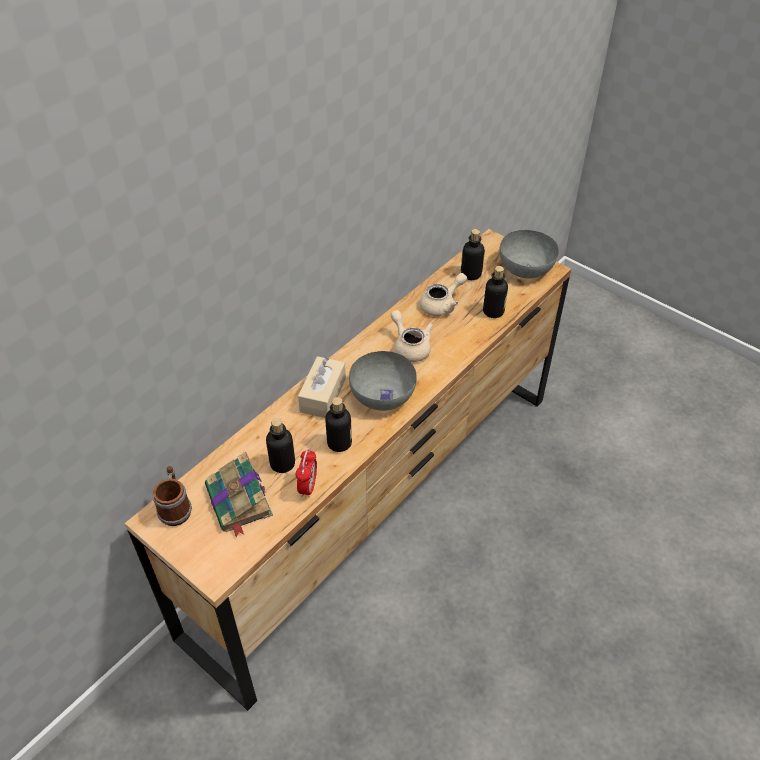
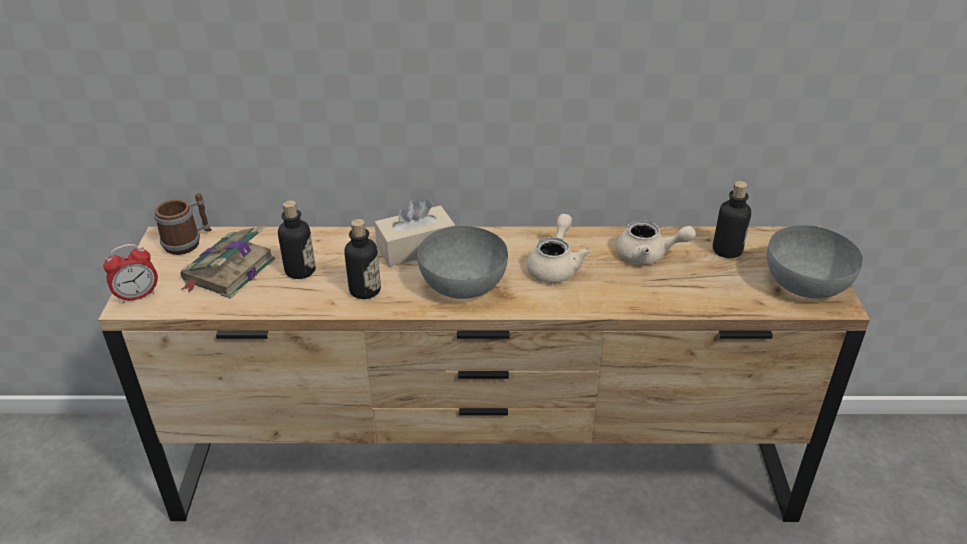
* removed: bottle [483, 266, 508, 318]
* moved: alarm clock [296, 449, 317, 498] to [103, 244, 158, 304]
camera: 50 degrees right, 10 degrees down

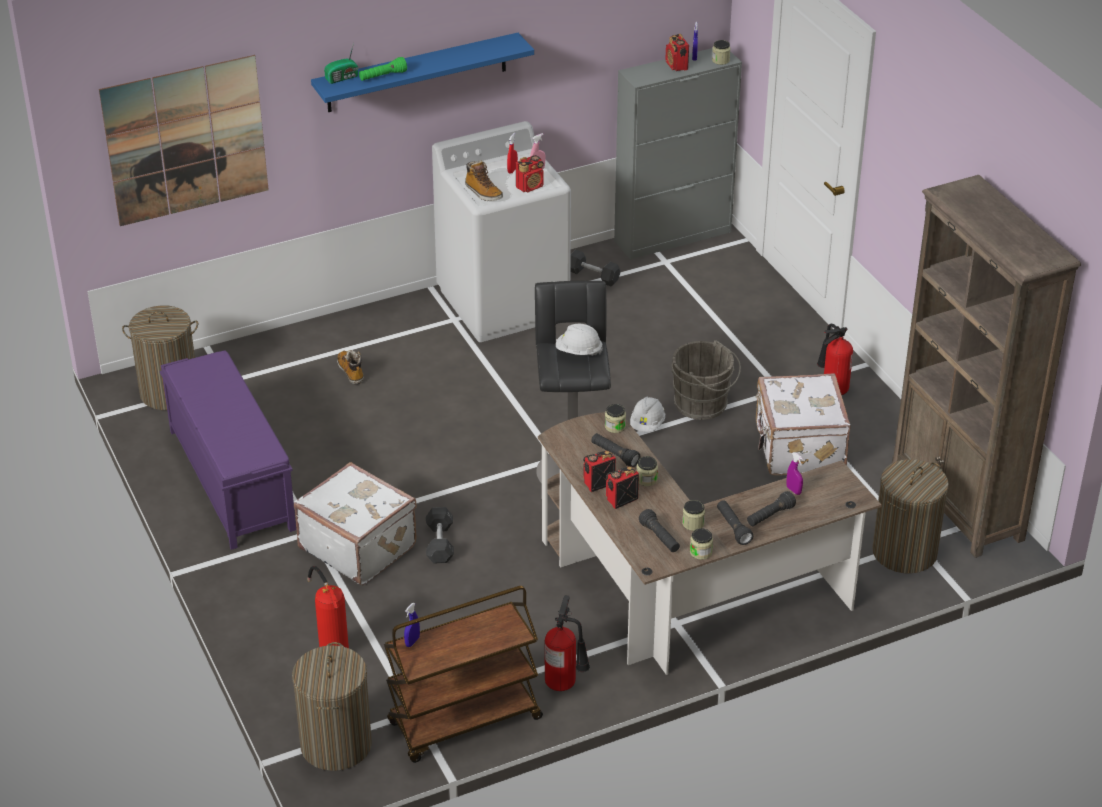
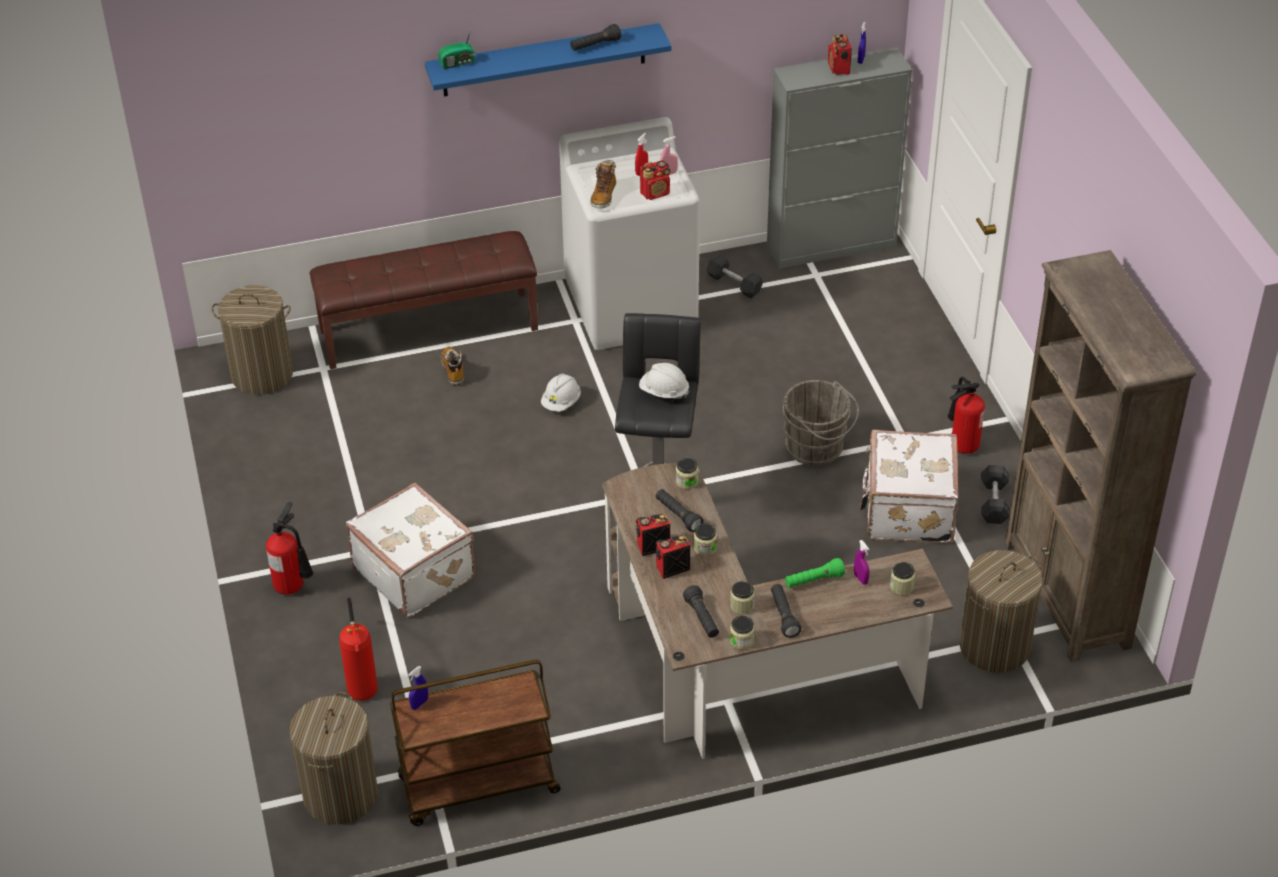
* moved: jar [712, 40, 731, 65] to [890, 562, 915, 595]
* removed: picture [99, 55, 269, 226]
* moved: green flashlight [359, 57, 407, 81] to [785, 558, 845, 588]
* turned: boot [465, 160, 503, 201] = [590, 160, 616, 209] 45 degrees clockwise
* removed: purple bench [160, 350, 296, 550]
* moved: white hard hat [630, 397, 665, 432] to [541, 374, 581, 412]
* moved: black flashlight [747, 491, 796, 526] to [570, 24, 621, 51]
* moved: grey dumbbell [426, 507, 454, 563] to [981, 465, 1010, 524]
* moved: fire extinguisher [545, 595, 590, 691] to [266, 502, 313, 595]
* added: brown bench [310, 231, 538, 369]
camera: 10 degrees right, 5 degrees up

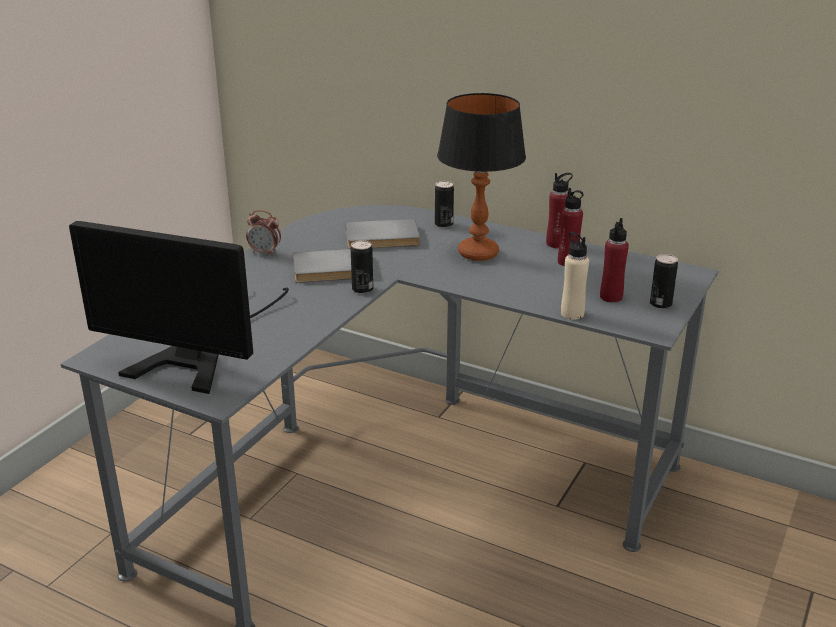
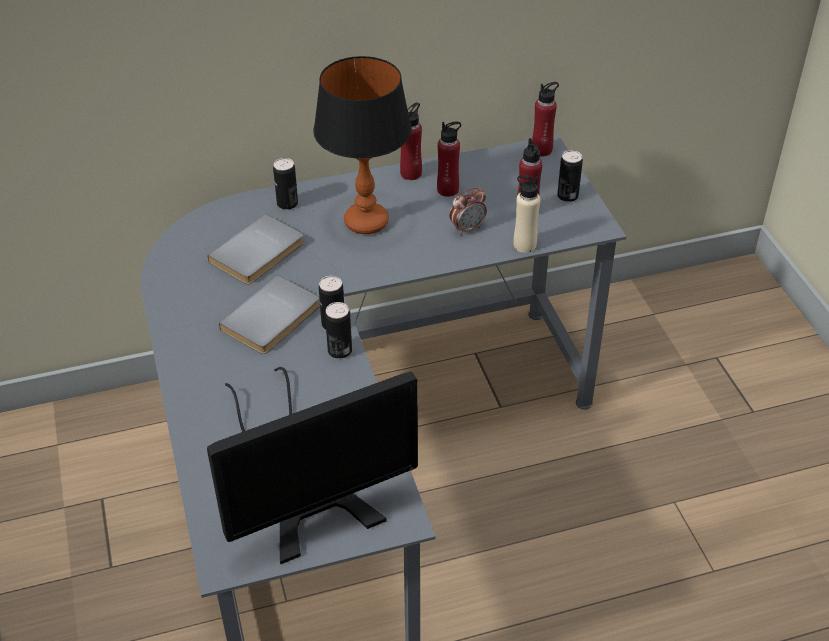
* moved: alarm clock [246, 210, 281, 256] to [449, 187, 487, 235]
* added: red bottle [532, 82, 559, 156]
* added: can [325, 302, 352, 359]
camera: 45 degrees left, 15 degrees up

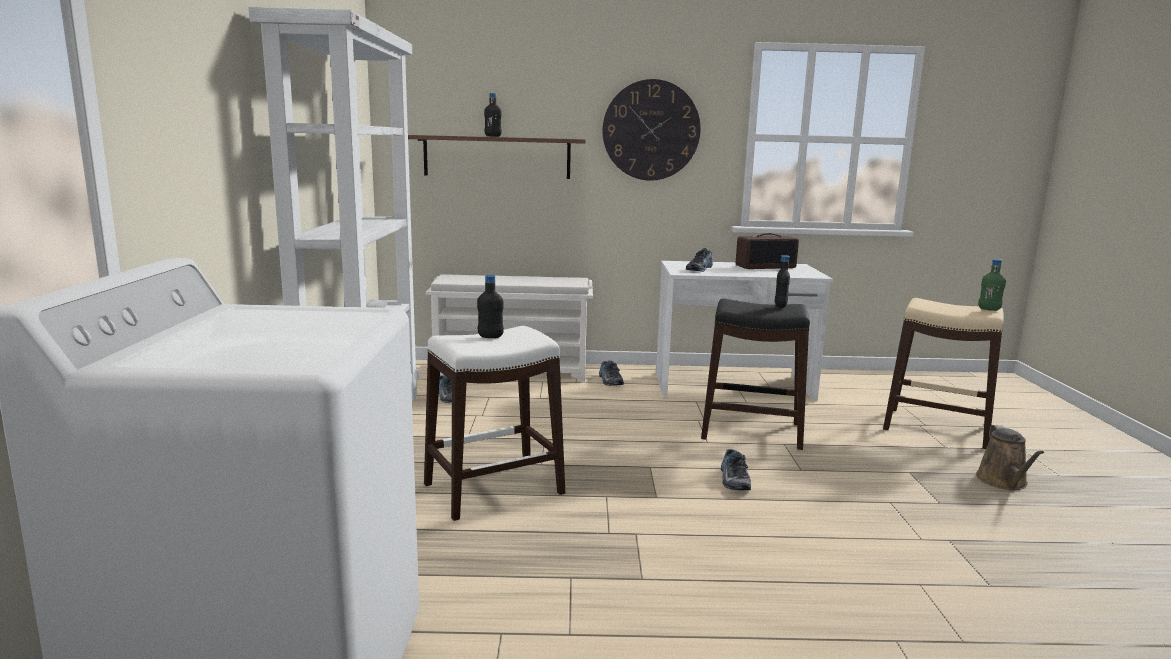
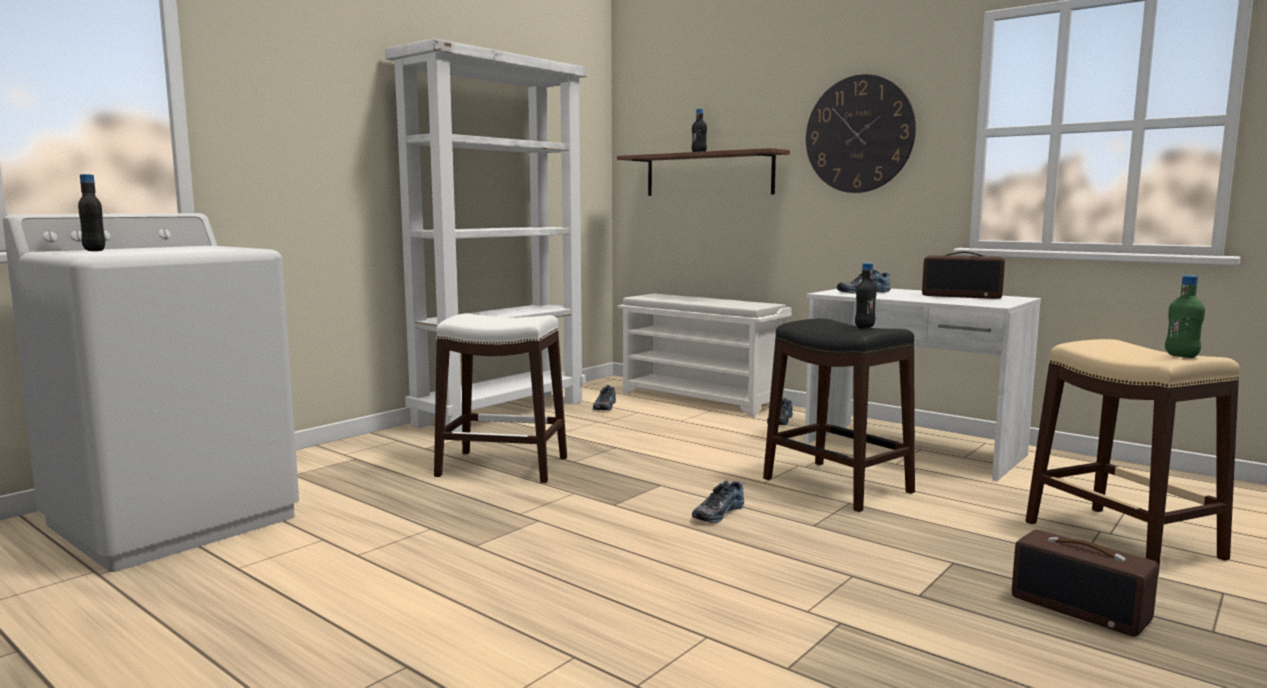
* moved: black bottle [477, 275, 504, 338] to [78, 174, 105, 251]
* replaced: brown watering can [976, 425, 1044, 490] to radio [1012, 530, 1159, 636]
camera: 40 degrees right, 5 degrees down

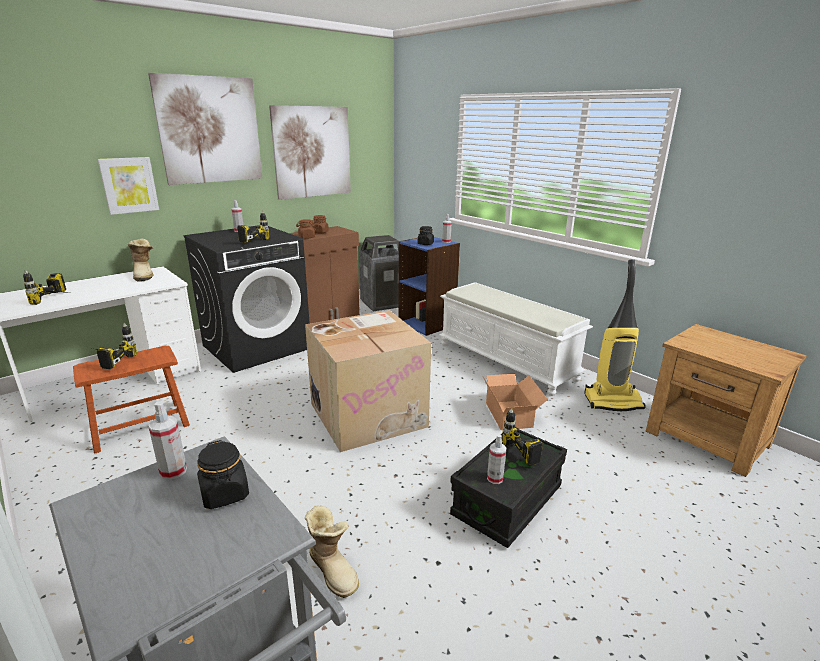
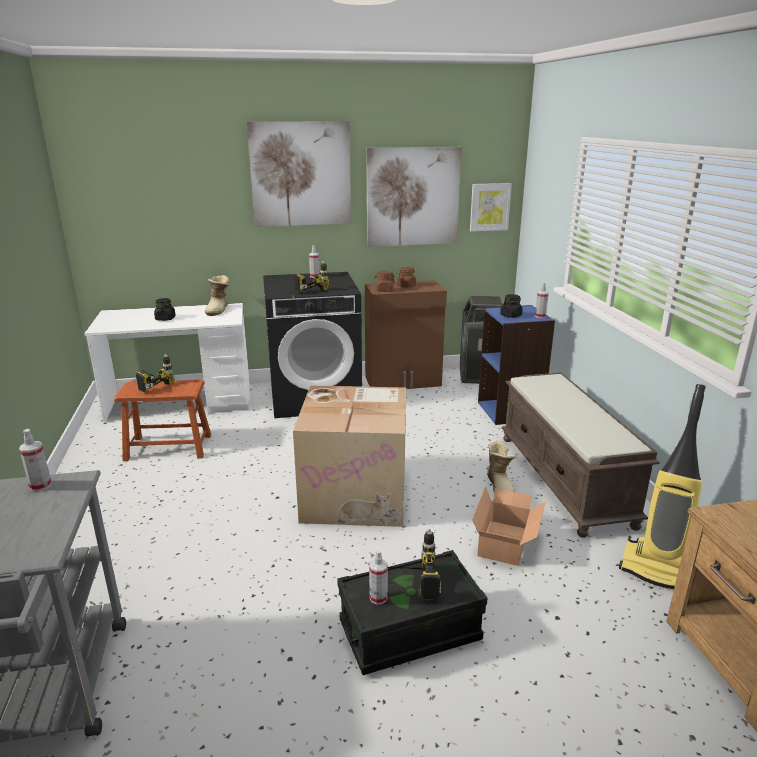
* moved: picture [98, 157, 159, 215] to [470, 183, 512, 231]
* removed: power drill [23, 270, 72, 305]
* recoloured: white bench [439, 282, 593, 396] to brown bench [501, 372, 660, 538]
* moved: black jar [197, 440, 249, 509] to [154, 298, 176, 321]
* moved: boot [305, 506, 359, 598] to [487, 441, 517, 492]
camera: 30 degrees right, 0 degrees up

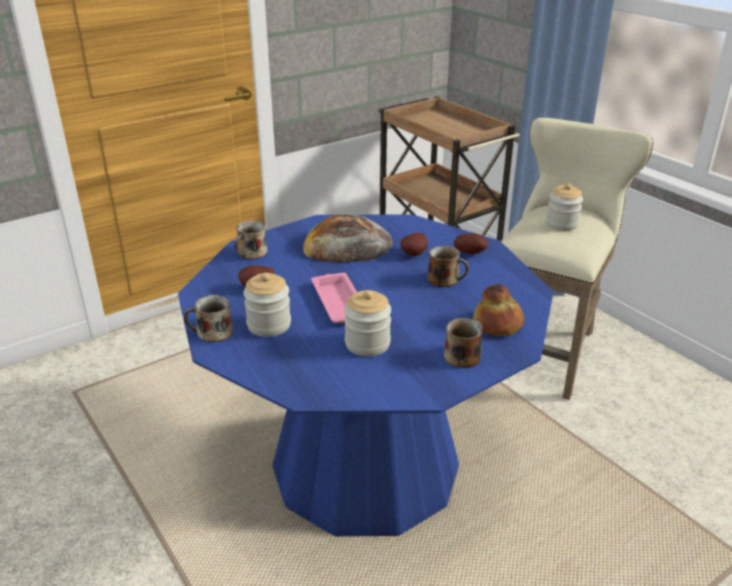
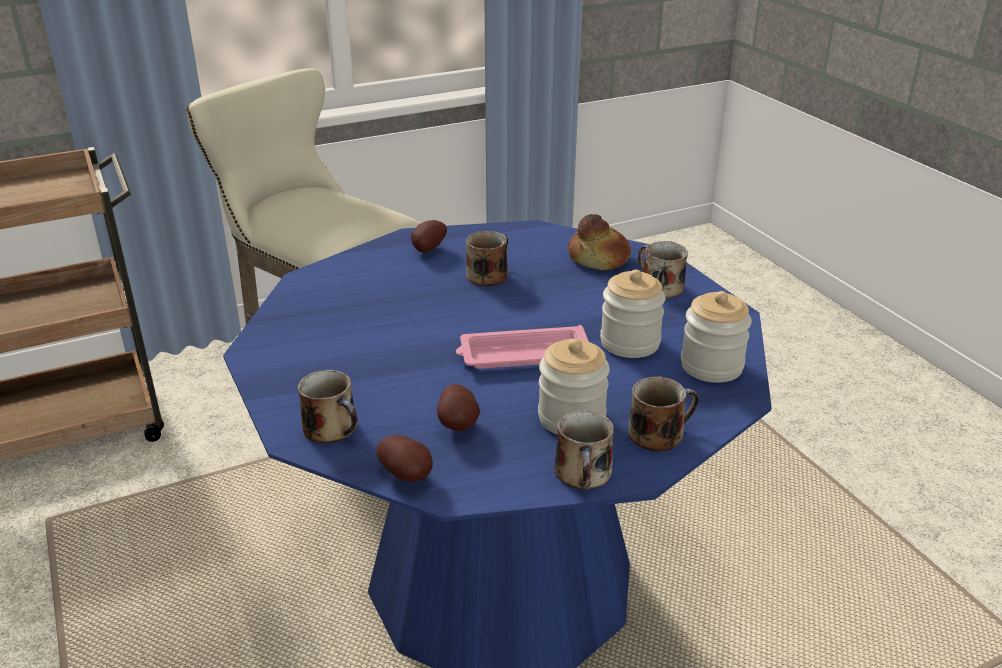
* moved: jar [546, 183, 583, 231] to [681, 291, 752, 383]
* removed: bread [303, 214, 393, 263]
* moved: potato [400, 233, 428, 256] to [376, 435, 433, 482]
* added: mug [628, 376, 699, 451]
camera: 80 degrees left, 0 degrees up

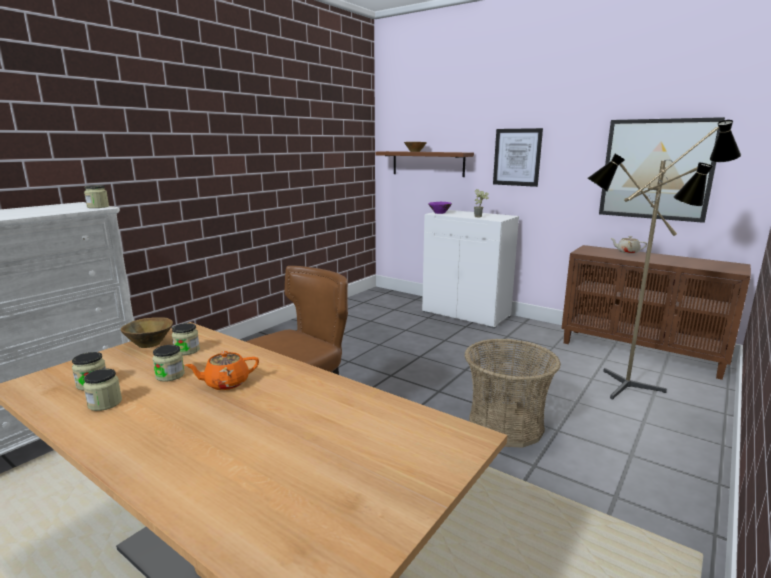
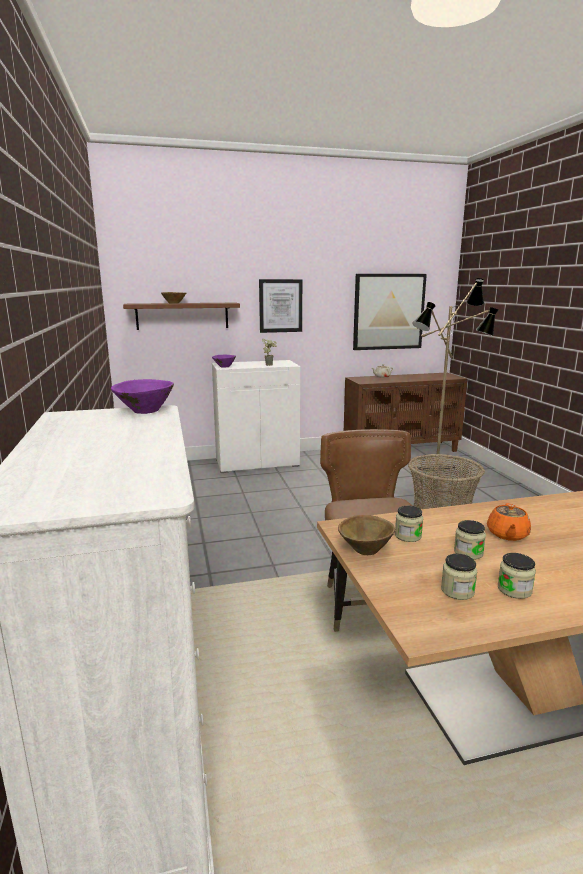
* replaced: jar [84, 185, 109, 208] to purple bowl [111, 379, 174, 414]
camera: 50 degrees left, 0 degrees up

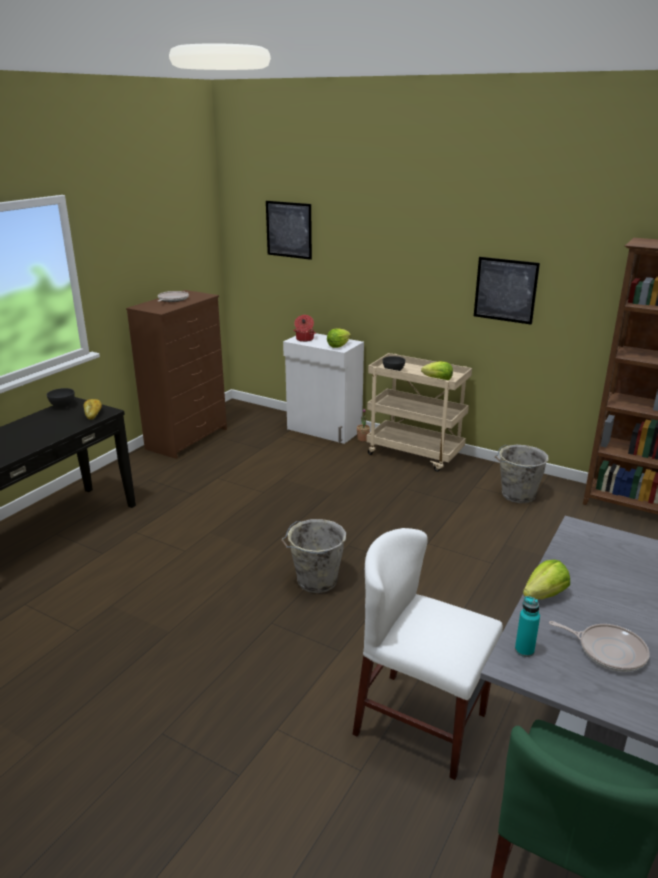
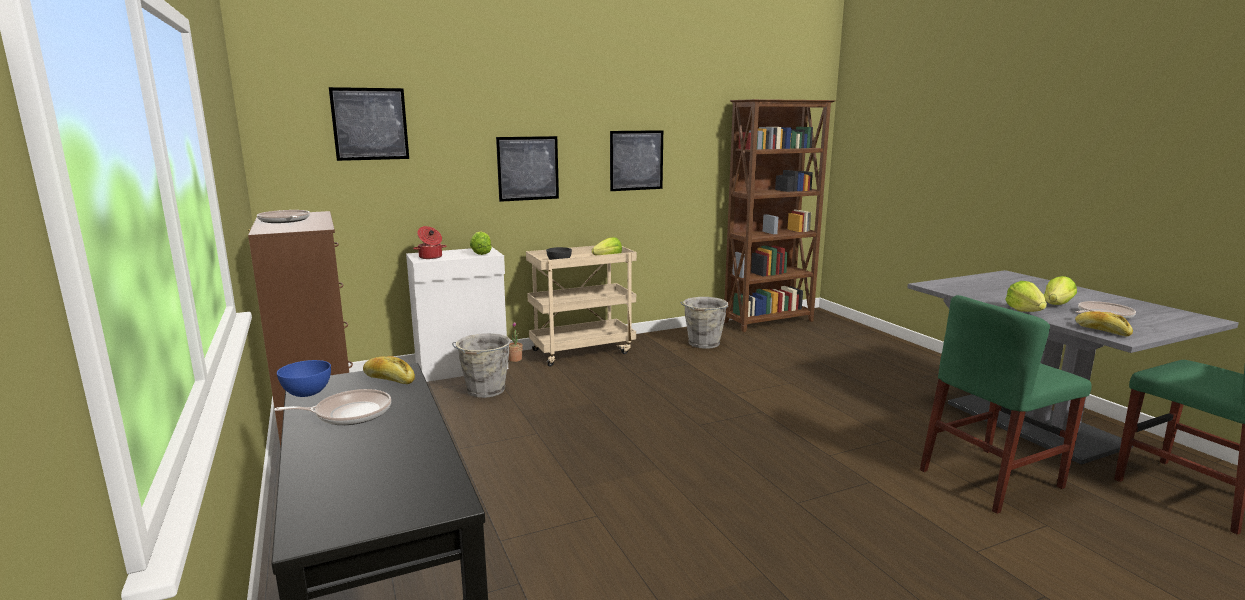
* recoloured: grey bowl [47, 388, 74, 408] to blue bowl [277, 360, 331, 397]
* moved: grey bucket [281, 519, 346, 593] to [452, 333, 511, 398]
* recoloured: white chair [353, 528, 503, 780] to green chair [920, 295, 1092, 514]
* replaced: turquoise bottle [515, 596, 540, 657] to bread [1075, 311, 1133, 336]
* added: picture [496, 136, 559, 202]
* added: lettuce [1044, 276, 1077, 305]
* added: frying pan [274, 389, 391, 425]
camera: 55 degrees left, 10 degrees down

